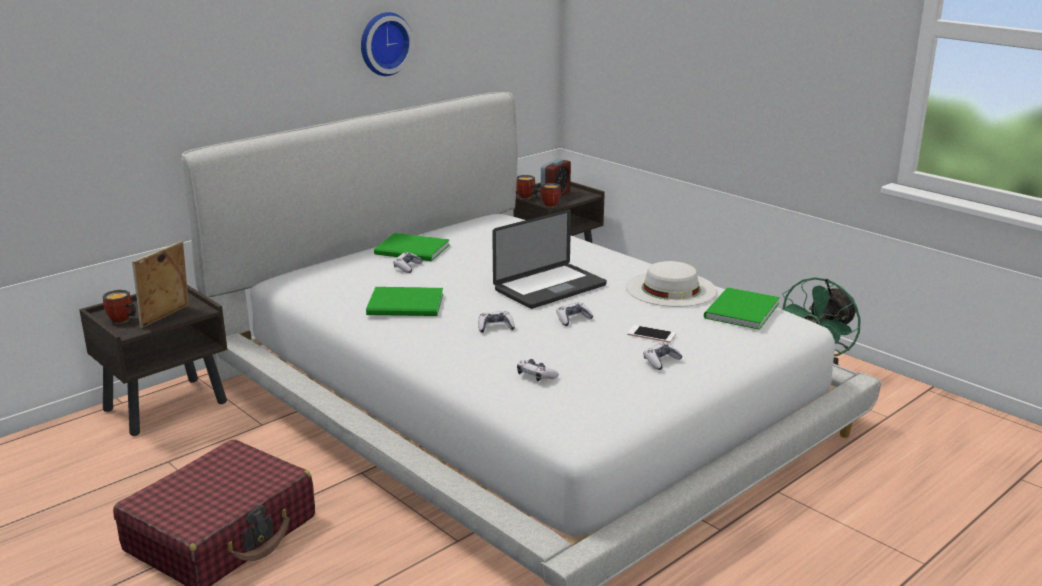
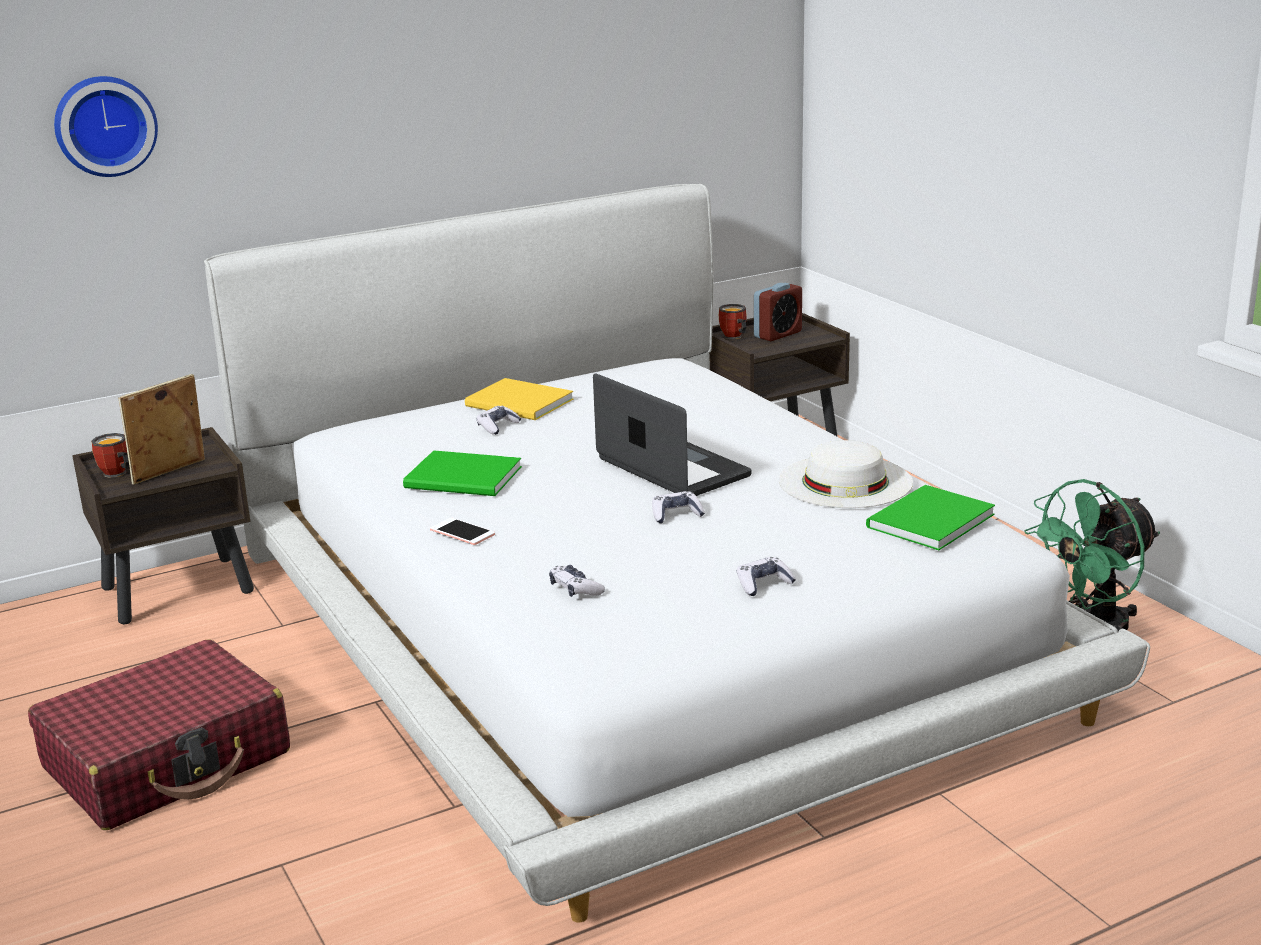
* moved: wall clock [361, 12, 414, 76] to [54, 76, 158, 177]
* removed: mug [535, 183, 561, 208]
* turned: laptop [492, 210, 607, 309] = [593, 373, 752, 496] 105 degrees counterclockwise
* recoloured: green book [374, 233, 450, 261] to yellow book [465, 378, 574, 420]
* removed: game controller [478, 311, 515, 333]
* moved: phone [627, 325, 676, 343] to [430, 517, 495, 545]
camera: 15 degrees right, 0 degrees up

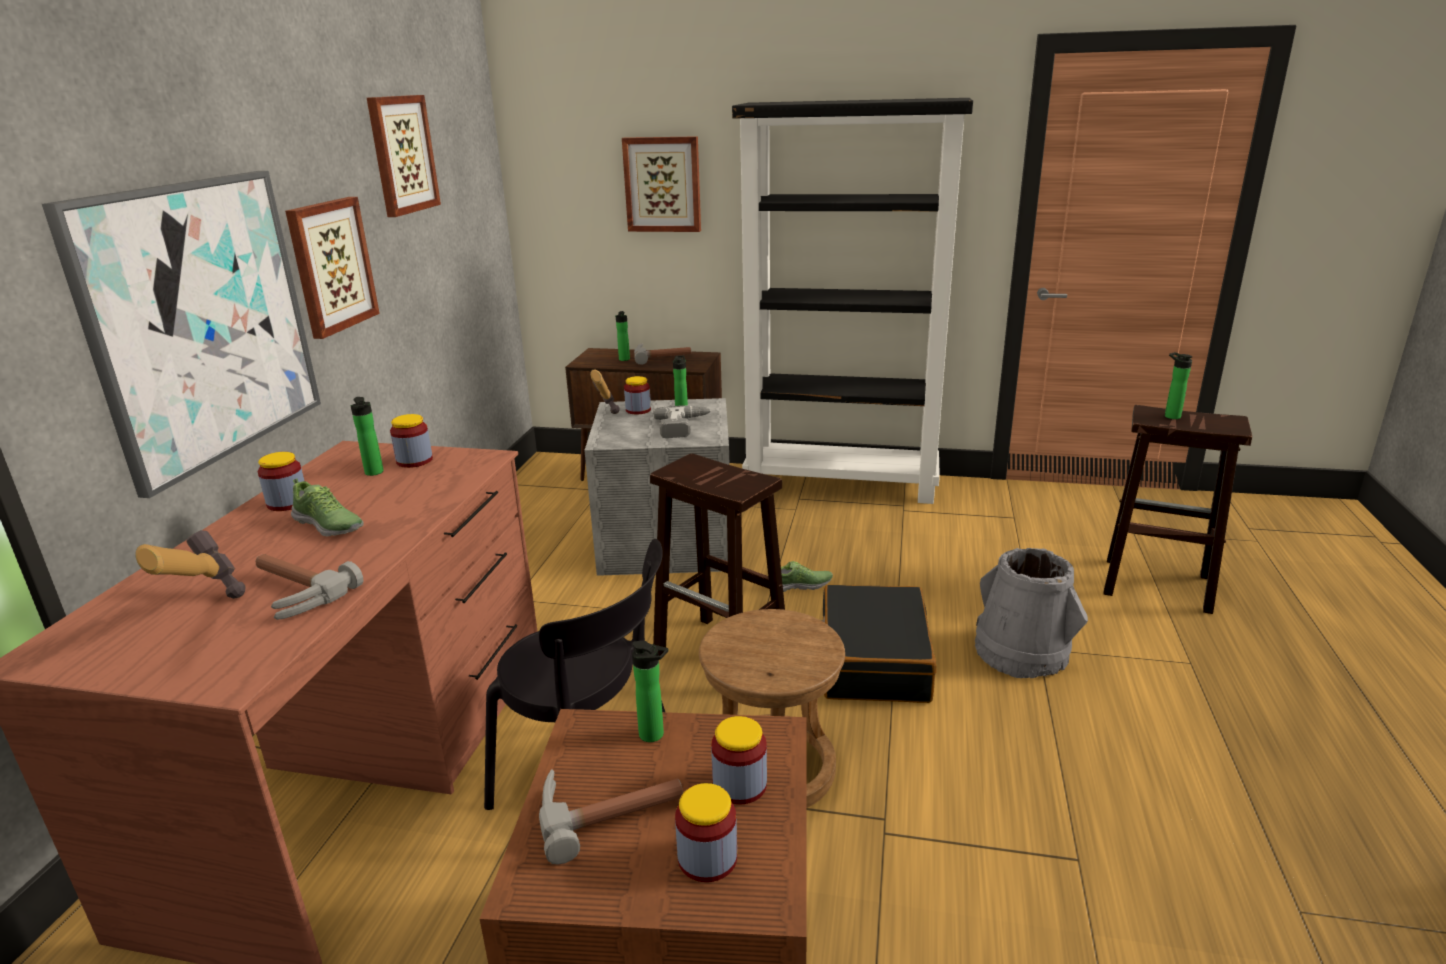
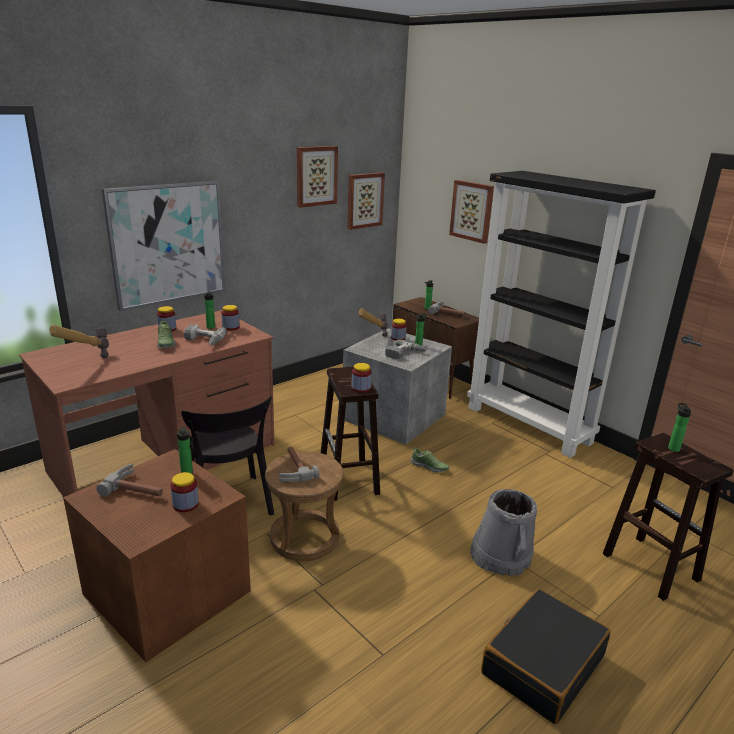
* moved: picture [285, 197, 380, 339] to [347, 173, 385, 230]
* moved: hammer [256, 554, 363, 620] to [278, 447, 319, 482]
* moved: black suitcase [822, 585, 937, 703] to [481, 589, 611, 724]
* moved: jar [675, 783, 737, 882] to [352, 363, 371, 393]
* added: power drill [184, 324, 227, 345]
camera: 35 degrees right, 0 degrees up

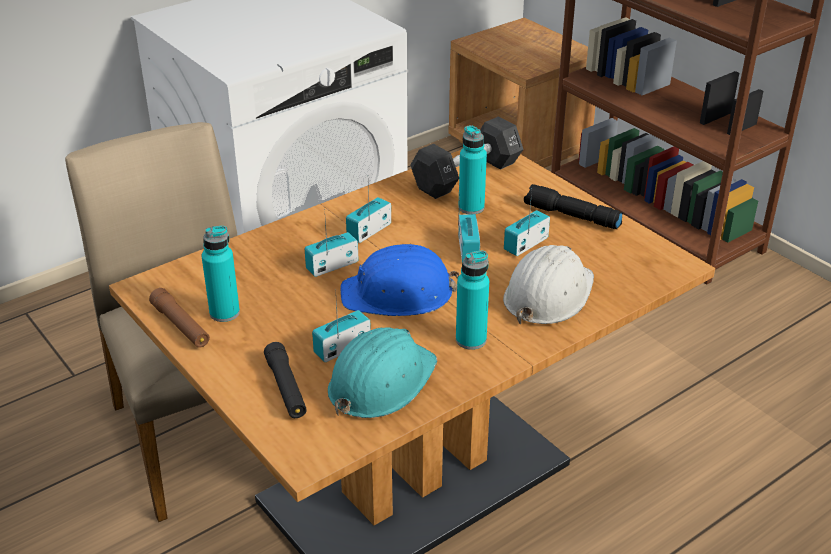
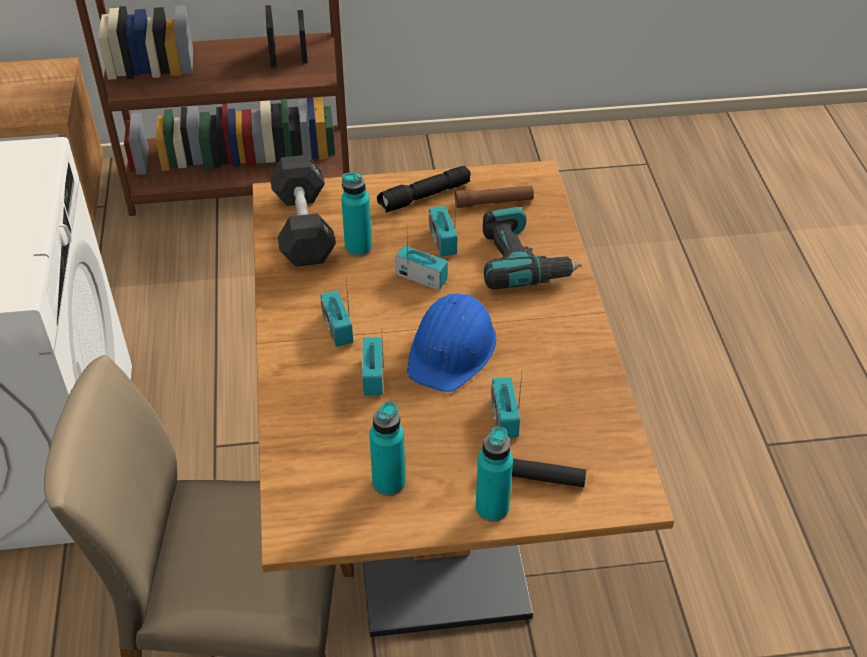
* replaced: white hard hat [503, 245, 594, 324] to power drill [483, 207, 582, 290]
* moved: turquoise bottle [456, 251, 489, 350] to [475, 426, 513, 522]
* moved: brown flashlight [149, 288, 210, 348] to [456, 186, 534, 208]
* removed: turquoise hard hat [328, 327, 437, 418]
camera: 60 degrees left, 10 degrees up

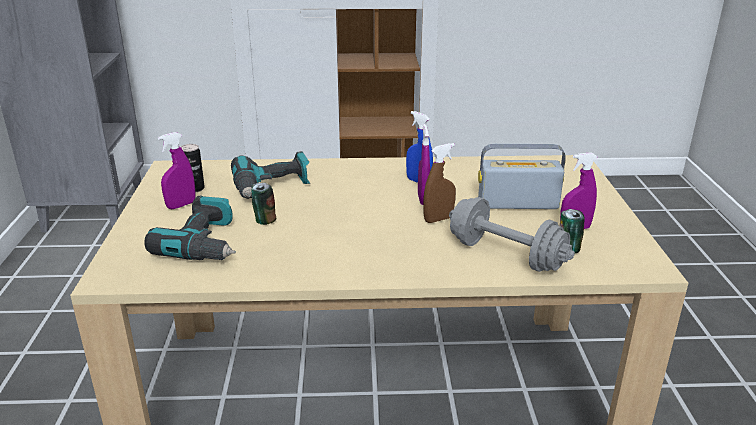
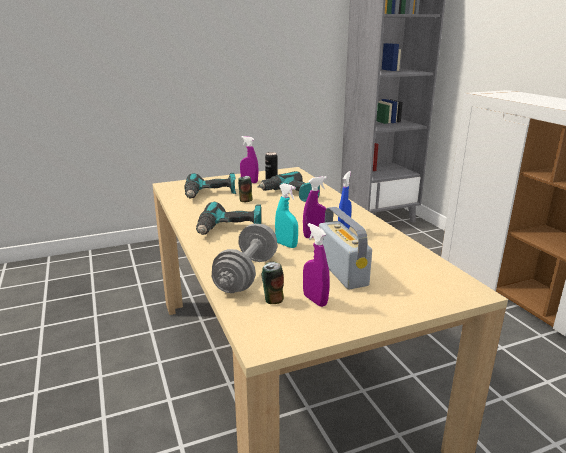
* recoloured: brown spray bottle [423, 143, 456, 223] to turquoise spray bottle [275, 183, 298, 248]
* added: power drill [196, 202, 261, 235]
camera: 70 degrees right, 5 degrees down

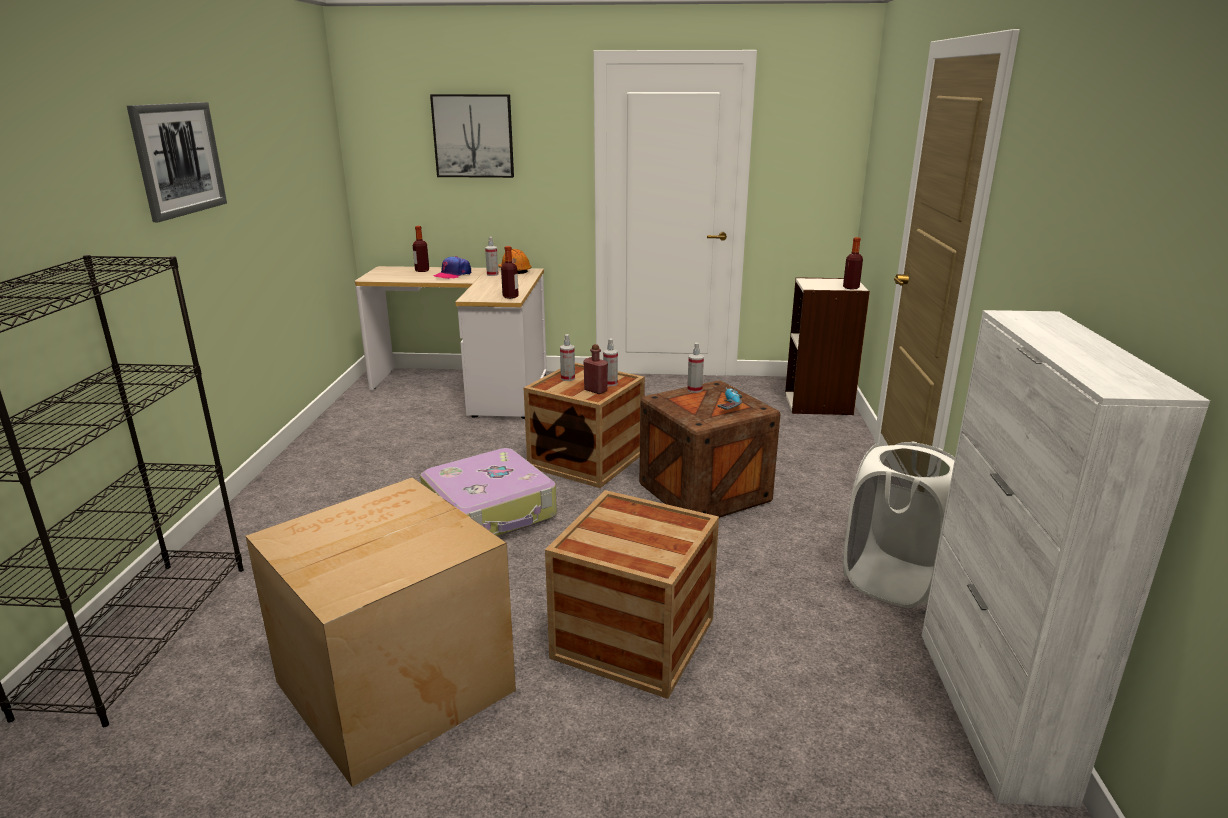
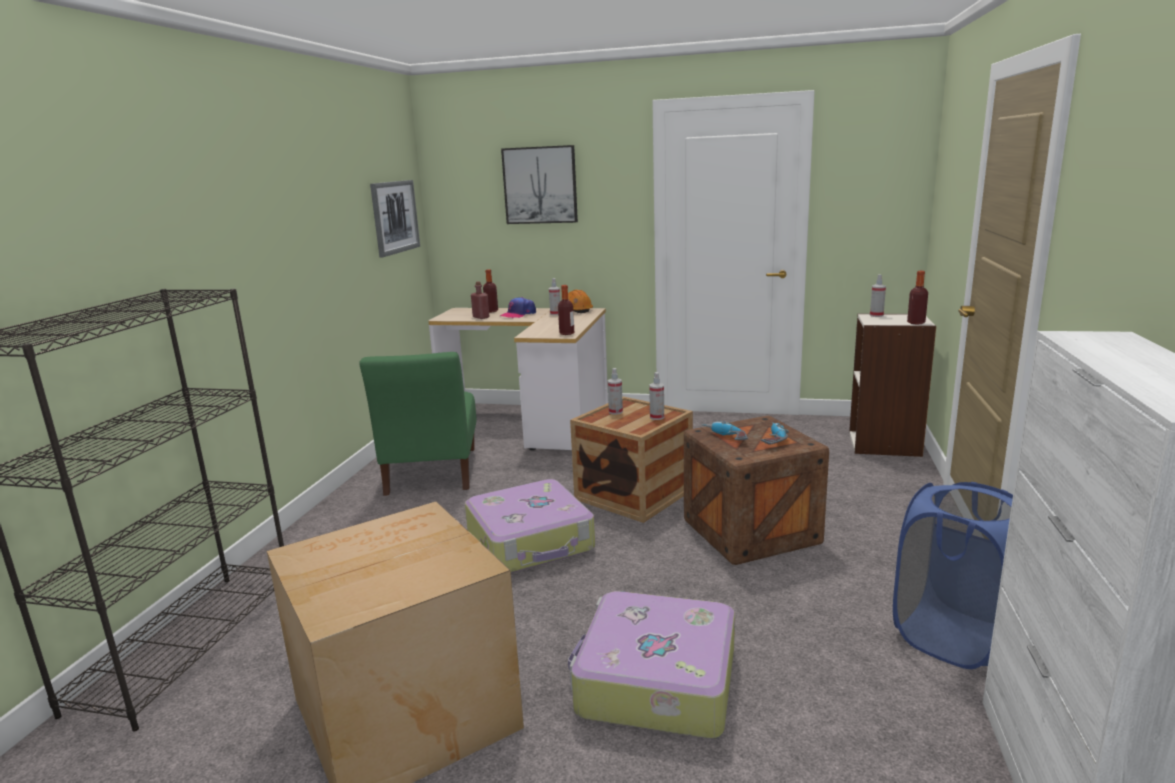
* moved: picture [127, 102, 227, 222] to [370, 180, 420, 257]
* moved: spray bottle [687, 343, 704, 393] to [870, 274, 886, 317]
* moved: red bottle [583, 344, 608, 394] to [471, 281, 489, 319]
* recoloured: white laundry basket [843, 442, 955, 608] to blue laundry basket [893, 482, 1013, 669]
* replaced: crate [545, 490, 719, 699] to suitcase [568, 591, 735, 739]
* added: green chair [359, 352, 477, 496]
* added: power drill [702, 421, 748, 441]
camera: 10 degrees right, 5 degrees down

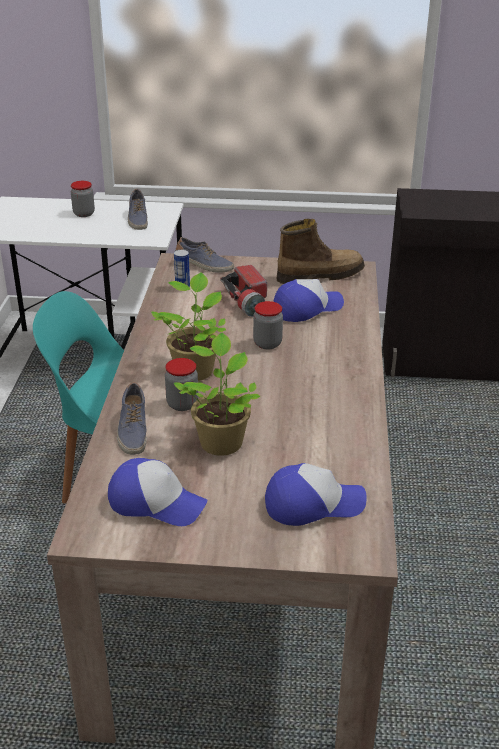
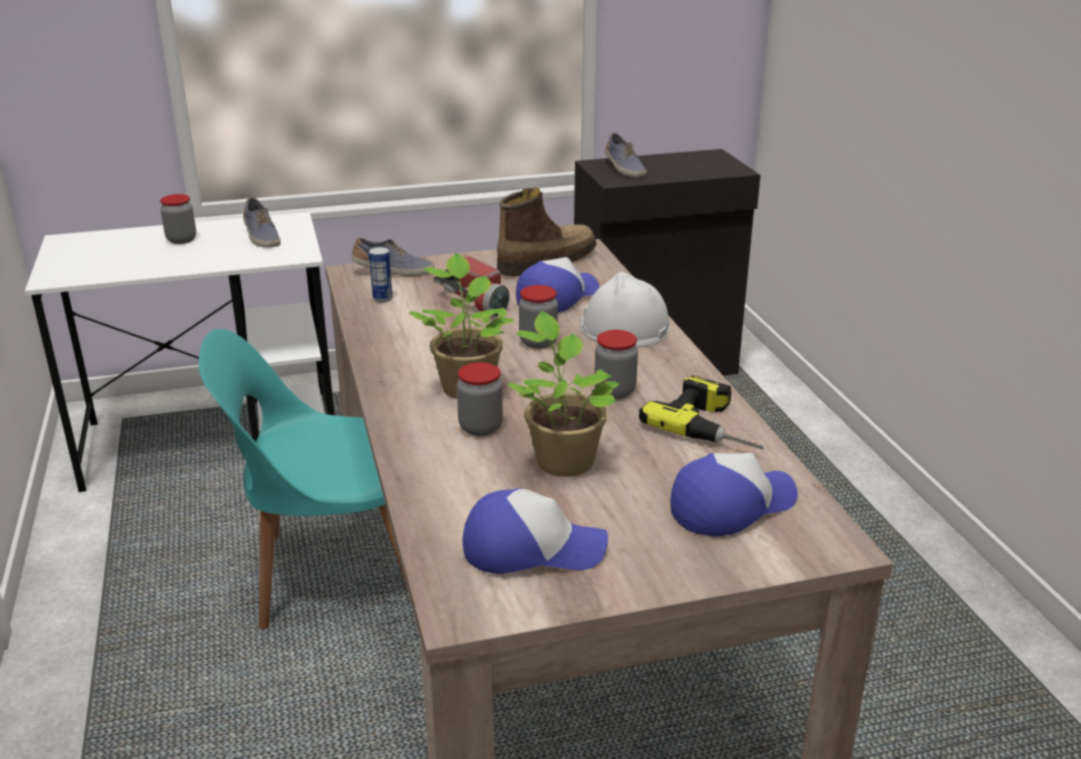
* moved: shoe [117, 382, 147, 455] to [605, 133, 647, 177]
* added: white hard hat [580, 272, 670, 348]
* added: jar [595, 330, 638, 399]
* added: power drill [639, 375, 763, 450]
camera: 20 degrees left, 5 degrees down

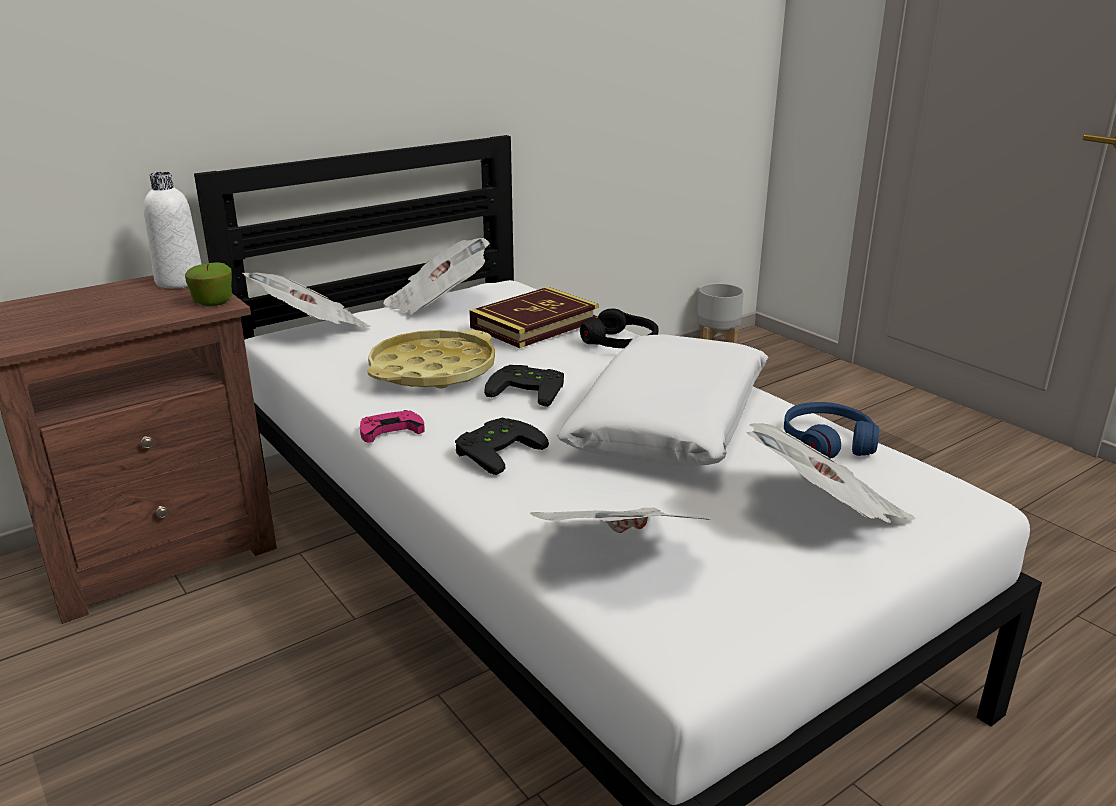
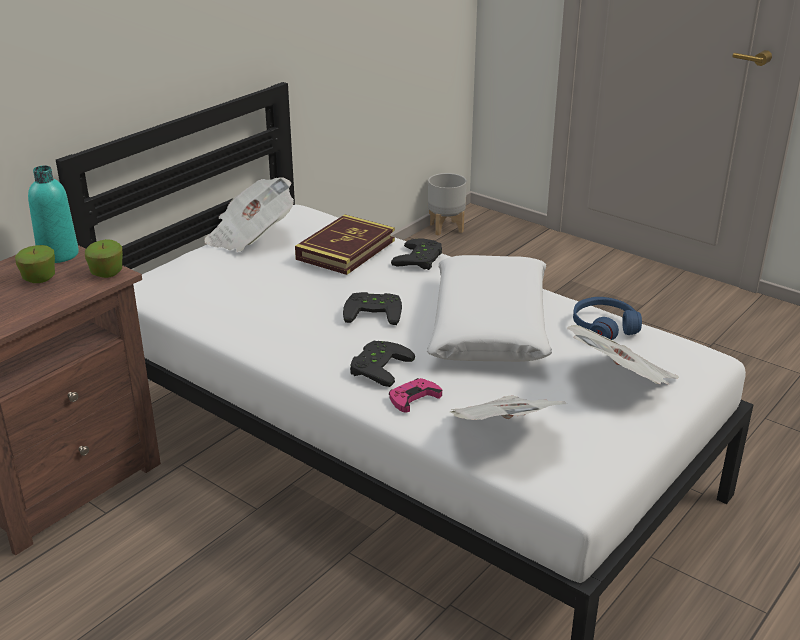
* recoloured: white bottle [143, 172, 202, 288] to turquoise bottle [28, 166, 79, 263]
* removed: newspaper [243, 273, 370, 327]
* replaced: black headphones [580, 309, 659, 348] to black game controller [391, 238, 442, 270]
* removed: yellow tray [367, 330, 495, 389]
* moved: pink game controller [360, 410, 425, 442] to [389, 378, 442, 413]
* added: apple [15, 245, 55, 283]
camera: 15 degrees left, 5 degrees up

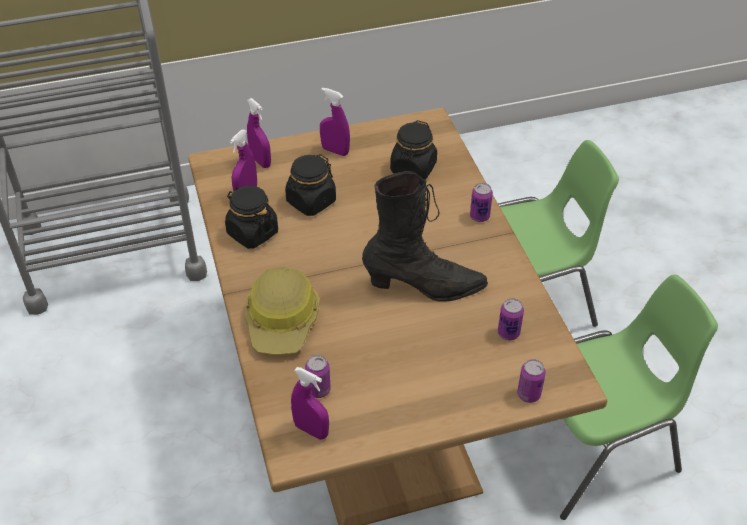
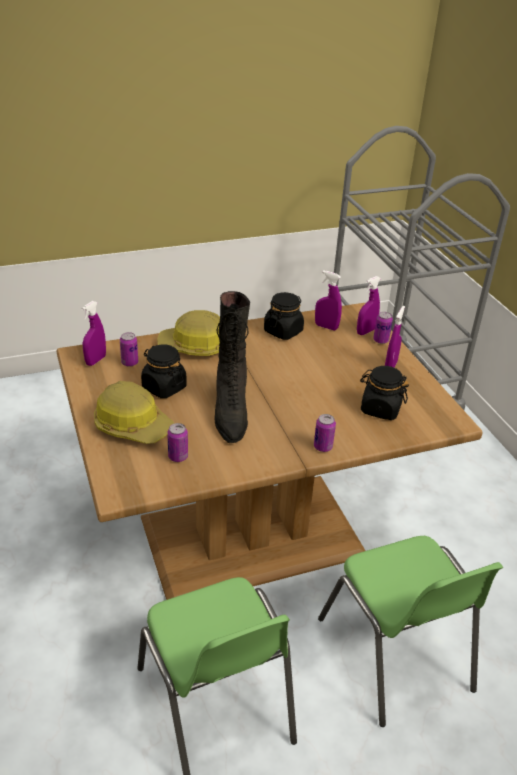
* moved: black jar [285, 154, 336, 216] to [141, 345, 187, 398]
* moved: can [517, 359, 546, 403] to [373, 312, 393, 344]
* added: hard hat [94, 381, 174, 444]
camera: 85 degrees right, 10 degrees down

